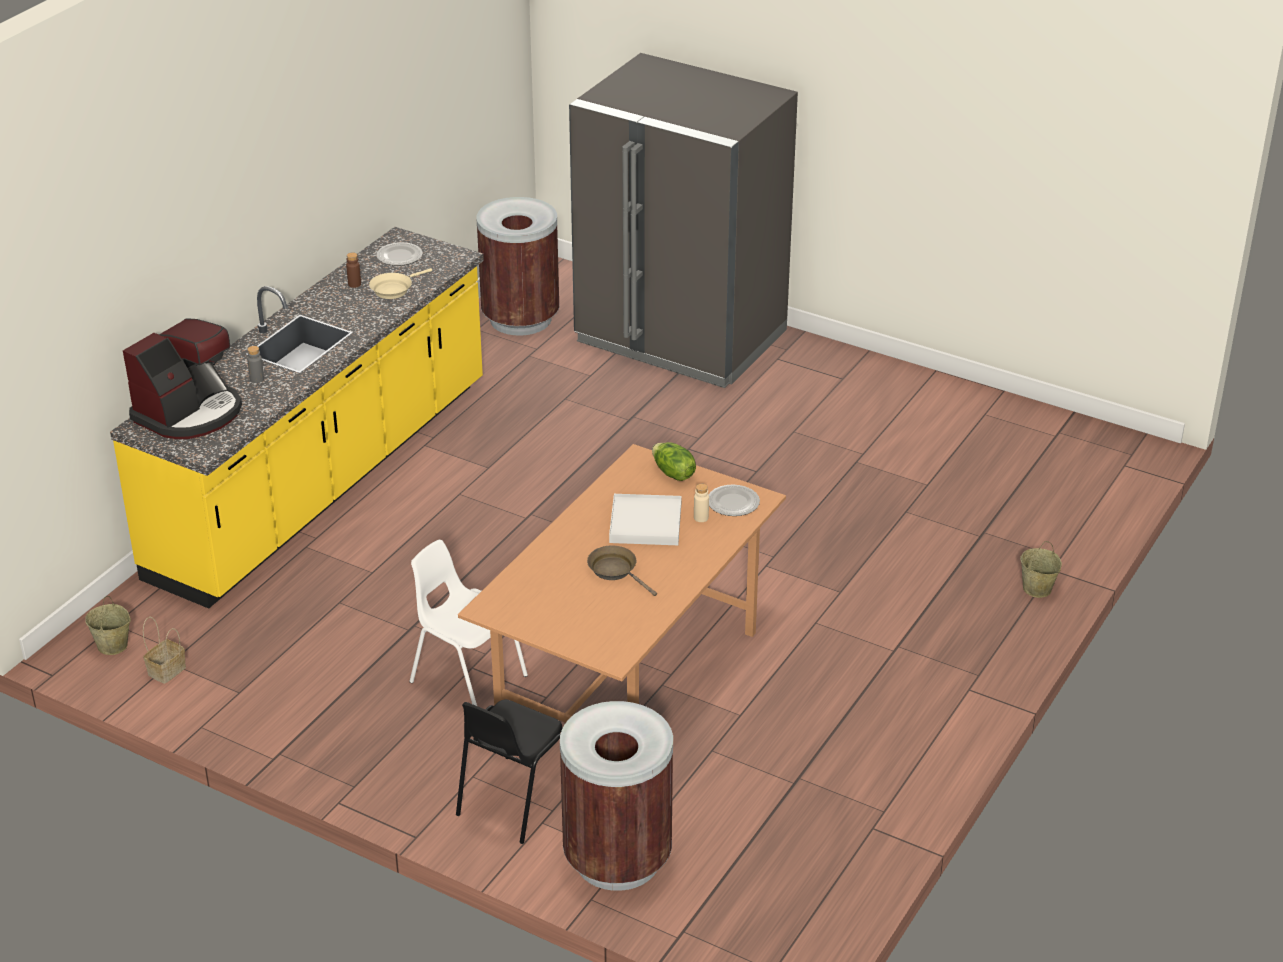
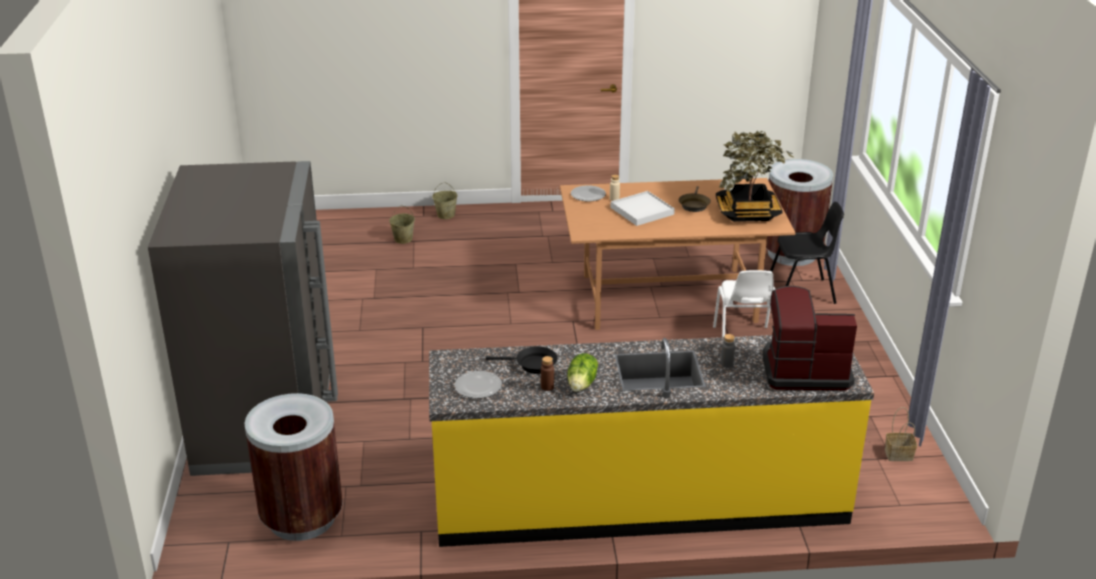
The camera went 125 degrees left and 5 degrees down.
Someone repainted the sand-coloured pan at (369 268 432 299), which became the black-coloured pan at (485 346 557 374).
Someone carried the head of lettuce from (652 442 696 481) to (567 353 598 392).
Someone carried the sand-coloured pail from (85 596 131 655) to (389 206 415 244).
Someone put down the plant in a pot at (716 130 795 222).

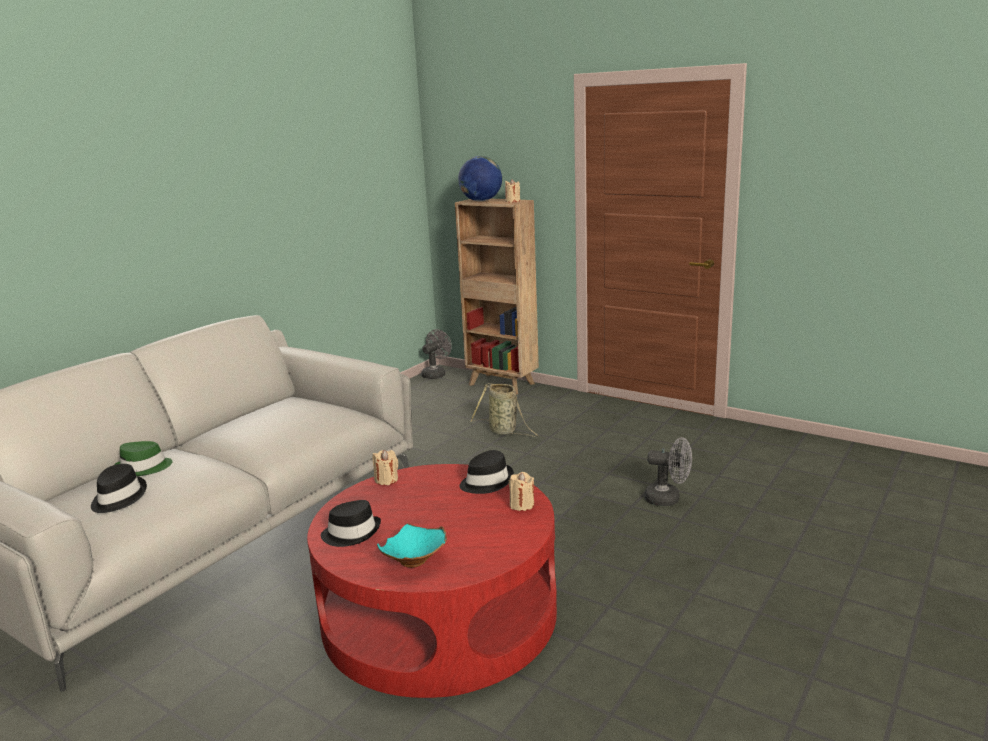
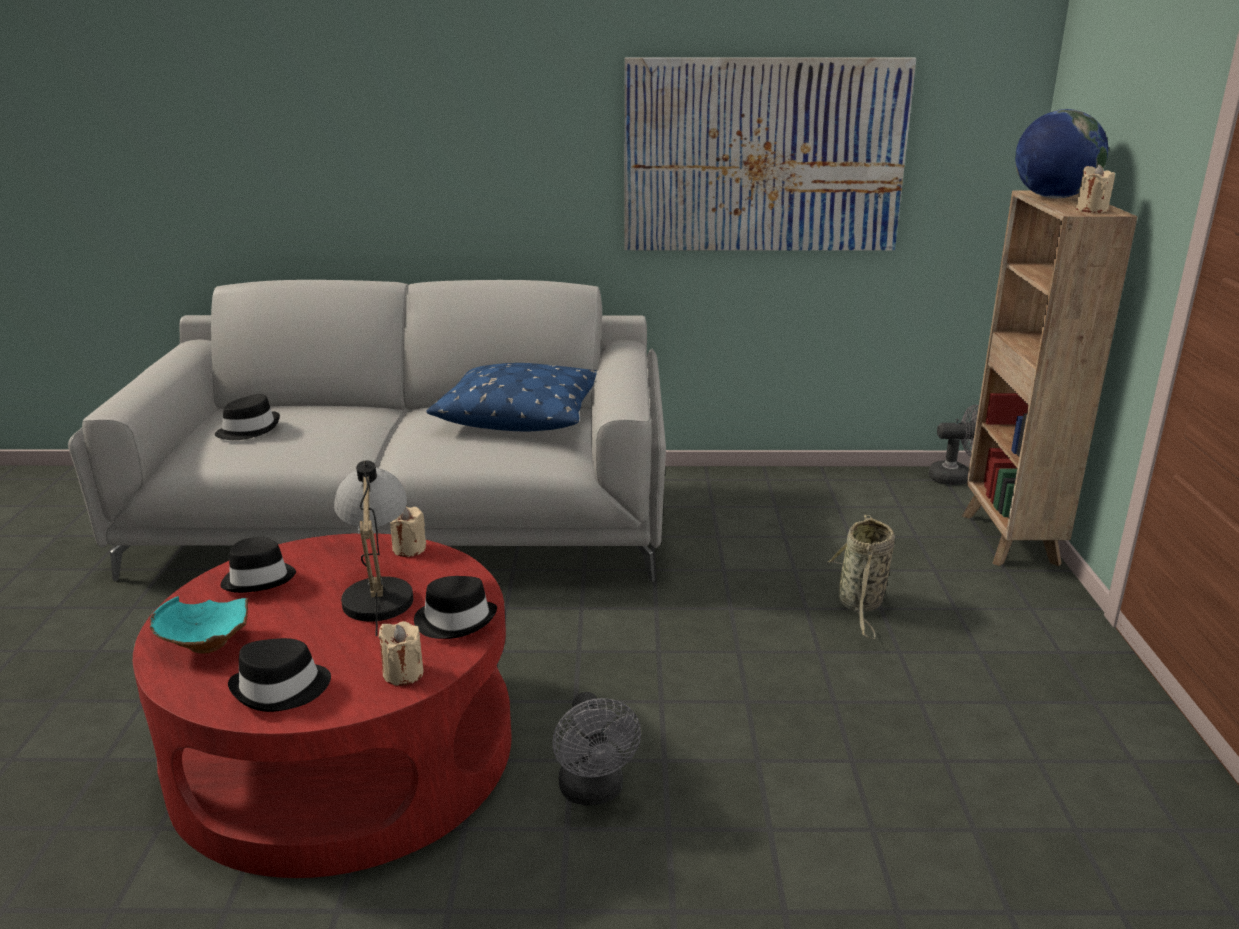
The camera went 55 degrees right and 5 degrees up.
Someone carried the grey cooling fan from (644 437 692 506) to (552 692 641 806).
Someone took away the green hat at (114 441 173 476).
Someone put up the picture at (624 57 916 251).
Someone put down the blue pillow at (427 363 597 431).
Someone put down the lamp for a table at (334 460 413 637).
Someone put down the black-coloured hat at (228 638 331 712).

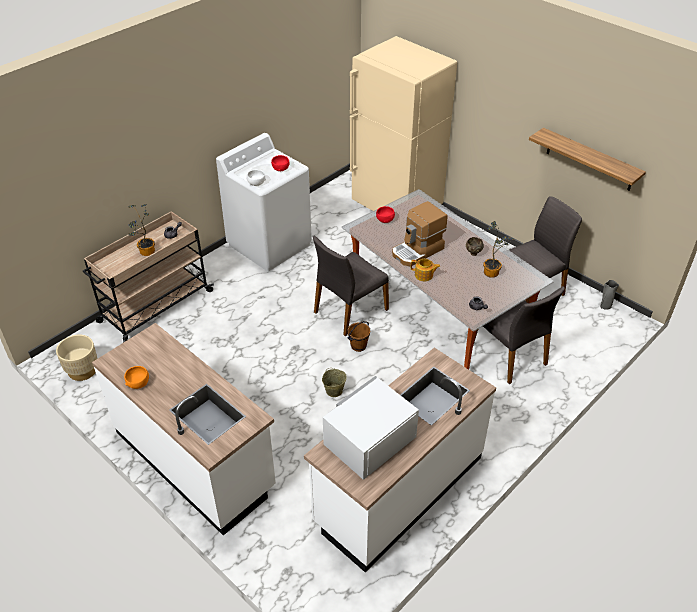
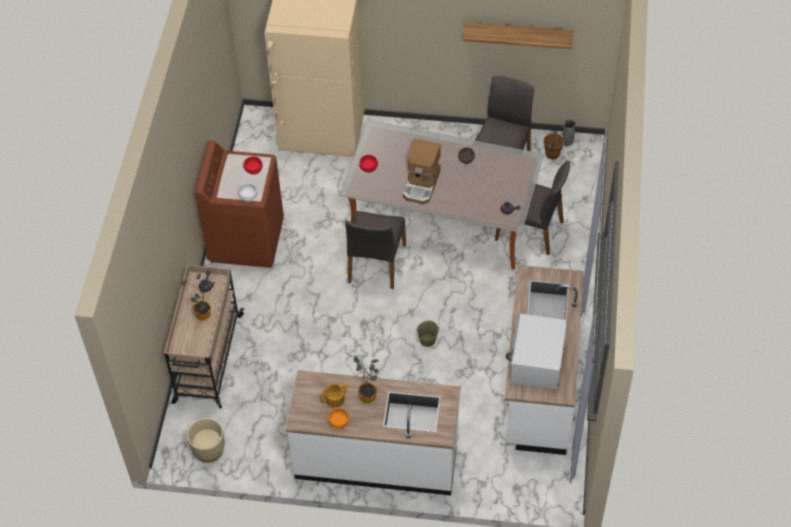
The camera went 35 degrees left and 10 degrees up.
Someone repainted the whitish laundry appliance at (216 133 312 271), which became the brown-coloured laundry appliance at (195 140 284 268).
Someone carried the plant in a pot from (483 221 515 277) to (354 356 379 403).
Someone carried the tea pot from (411 259 440 281) to (320 384 350 408).
Someone carried the brown-coloured pail from (347 321 370 352) to (544 131 564 159).

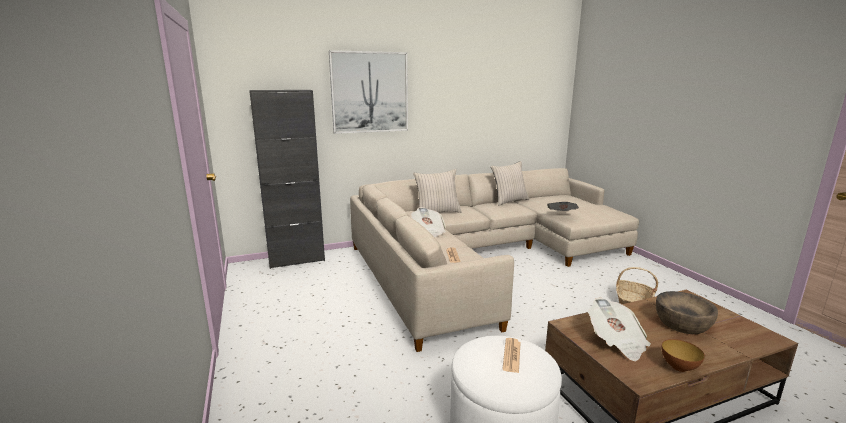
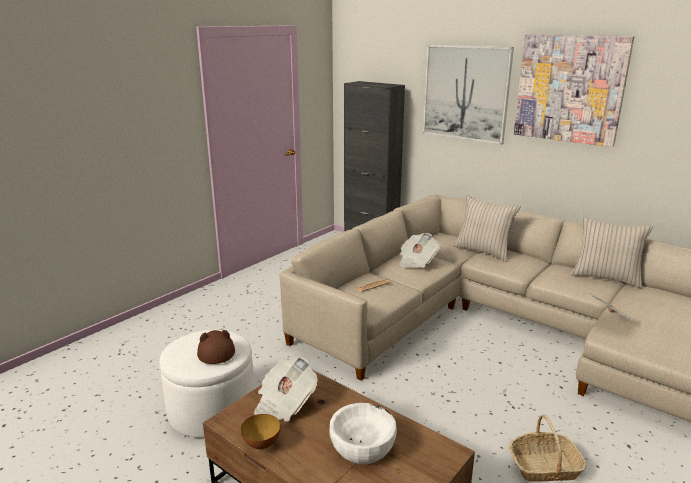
The camera went 60 degrees right and 5 degrees up.
Someone repainted the brown-coloured serving bowl at (656 291 718 334), which became the whitish serving bowl at (329 403 397 464).
Someone swapped the daily paper at (502 338 521 373) for the brown-coloured hat at (197 330 235 364).
Someone put up the picture at (514 34 634 147).

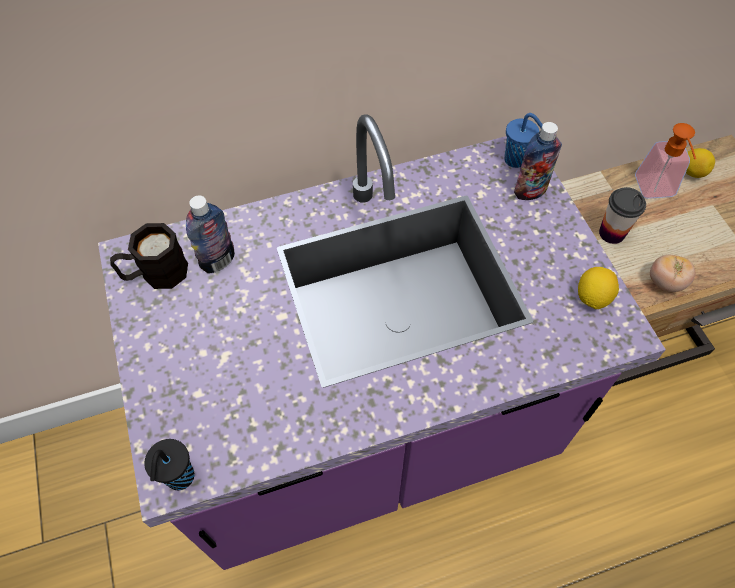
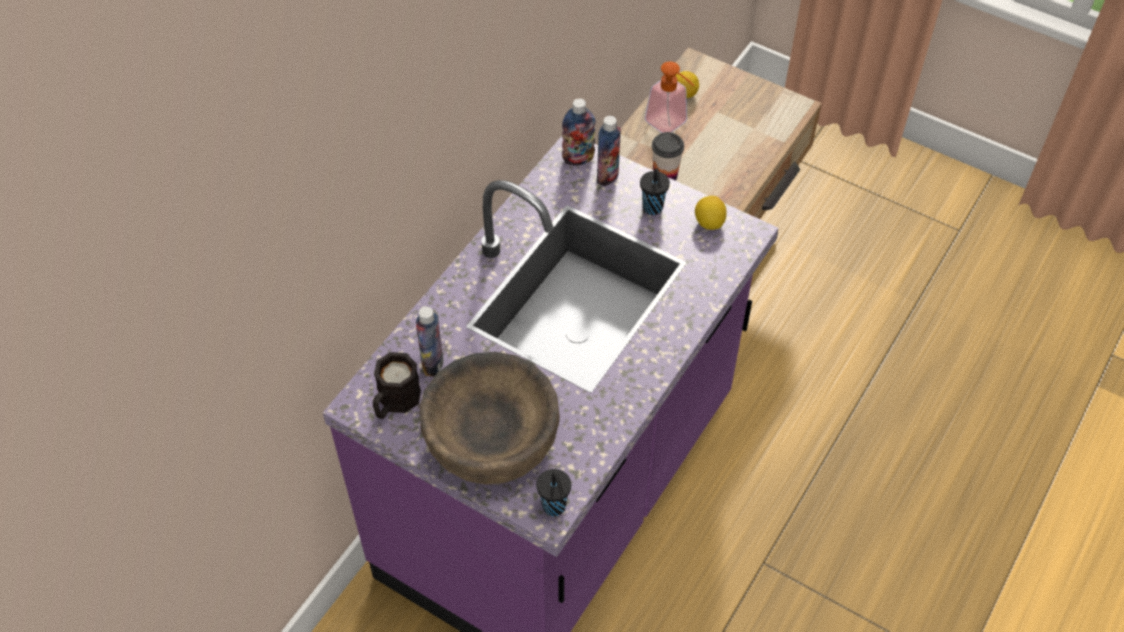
The camera went 40 degrees left and 5 degrees down.
Someone swapped the blue drinking cup at (504 113 543 168) for the beverage bottle at (562 98 596 165).
Someone took away the tomato at (650 255 695 292).
Someone put down the black-coloured drinking cup at (640 168 670 215).
Someone put down the brown-coloured serving bowl at (420 352 560 485).

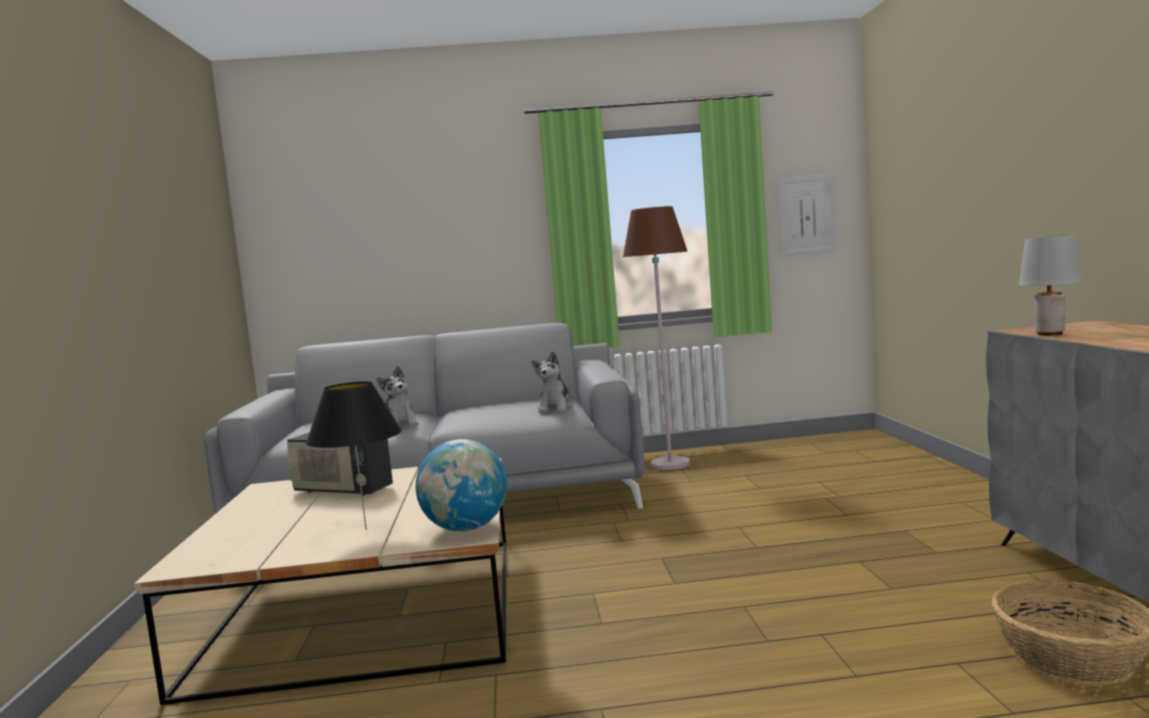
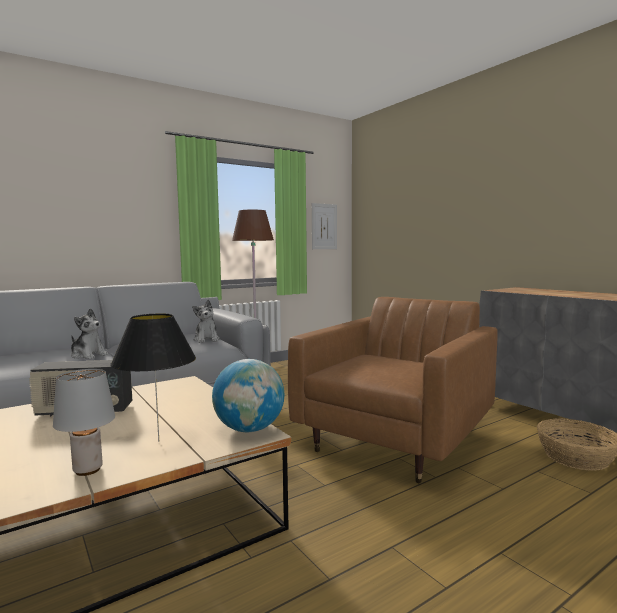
The camera went 30 degrees left and 0 degrees up.
Someone carried the grey lamp for a table from (1019 235 1083 336) to (53 369 115 476).
Someone put down the brown-coloured easy chair at (288 297 497 483).

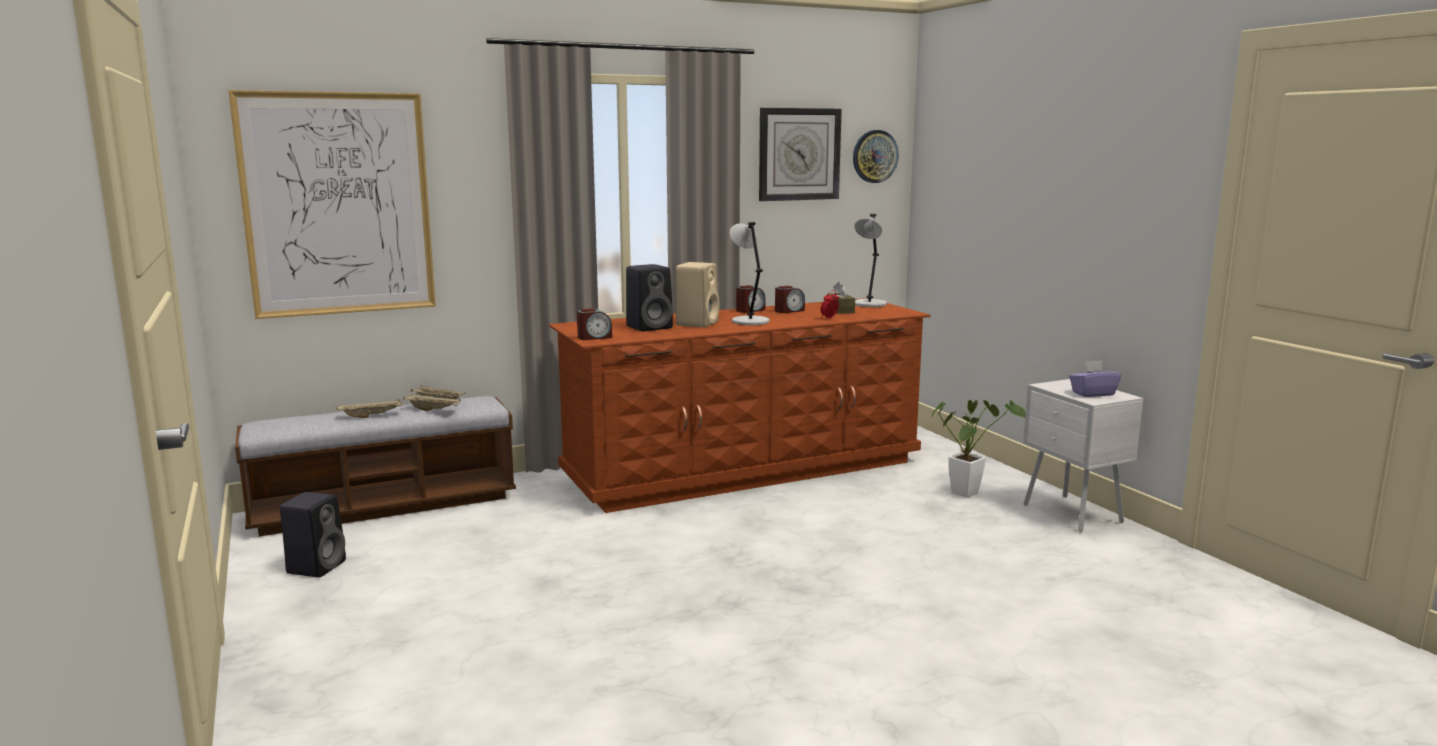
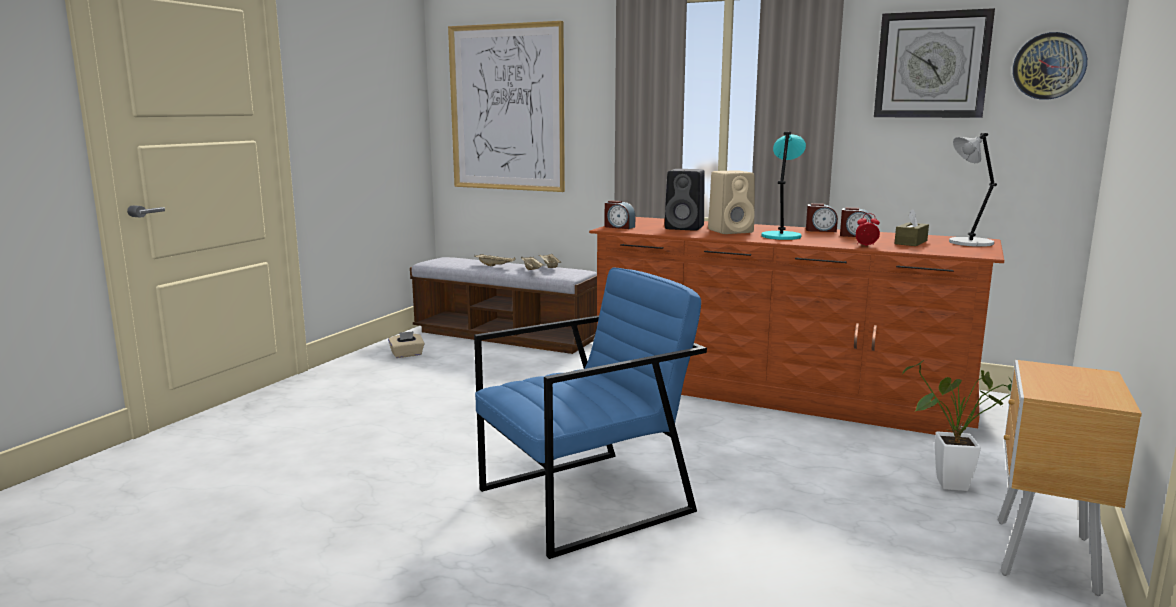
The camera went 50 degrees right and 0 degrees up.
Someone repainted the grey lamp for a table at (730 222 770 325), which became the turquoise-coloured lamp for a table at (762 132 806 240).
Someone took away the purple box of tissues at (1069 360 1121 397).
Someone repainted the whitish bedside table at (1023 379 1143 532), which became the brown-coloured bedside table at (997 360 1142 596).
Someone swapped the black-coloured loudspeaker at (280 492 346 577) for the sand-coloured box of tissues at (388 331 425 358).
Someone put down the blue easy chair at (474 268 707 559).

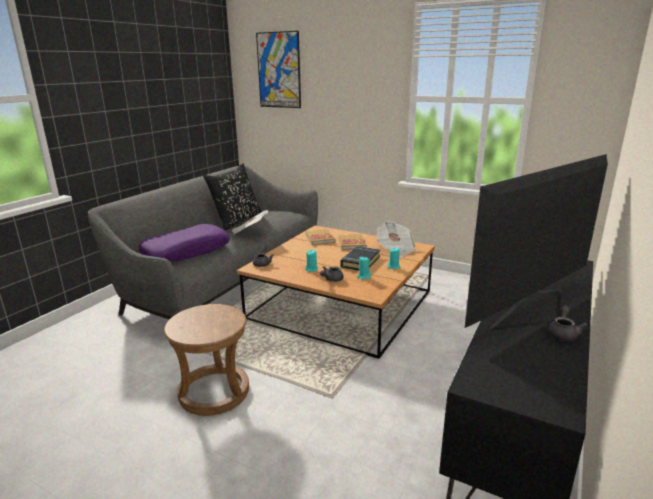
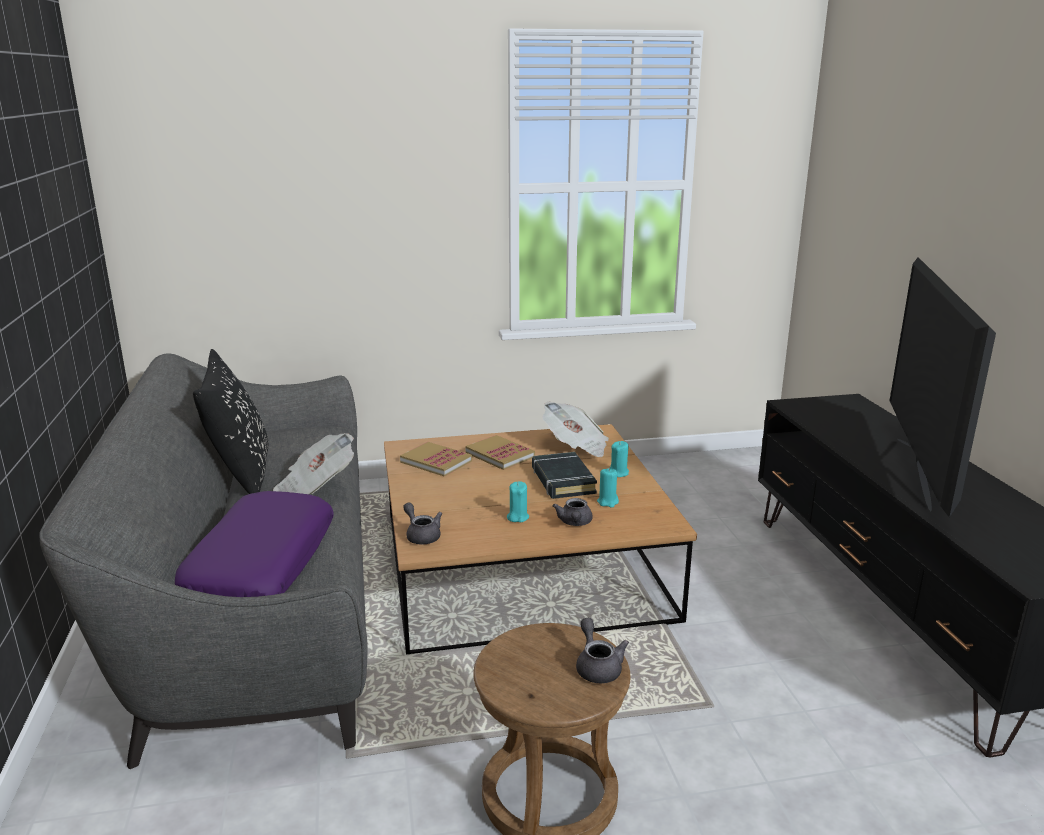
The camera went 40 degrees left and 0 degrees up.
Someone took away the picture at (256 31 301 108).
Someone carried the grey tea pot from (547 305 587 342) to (576 618 629 683).

